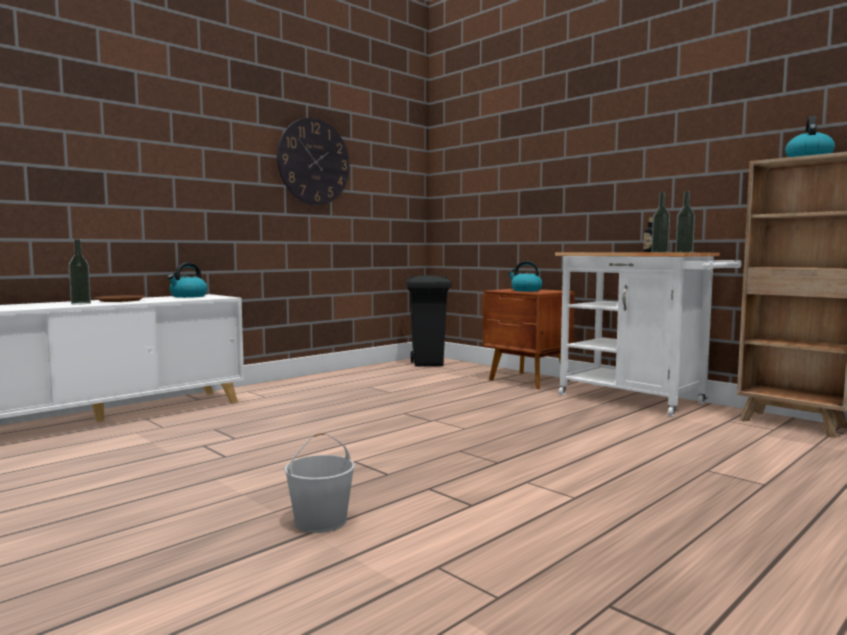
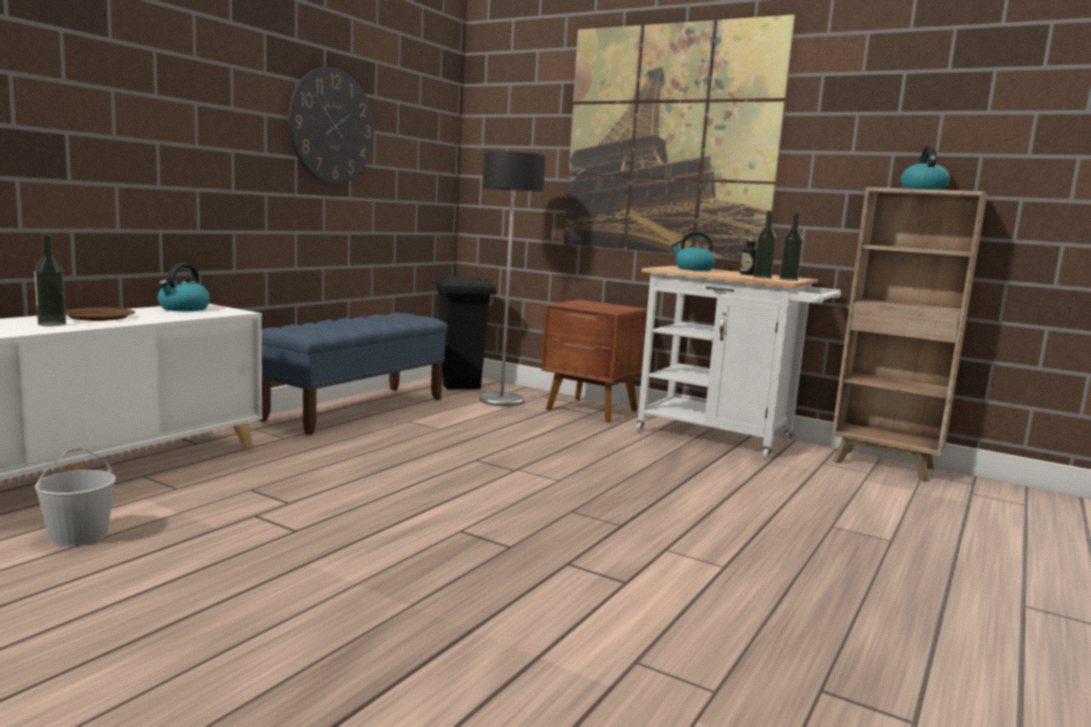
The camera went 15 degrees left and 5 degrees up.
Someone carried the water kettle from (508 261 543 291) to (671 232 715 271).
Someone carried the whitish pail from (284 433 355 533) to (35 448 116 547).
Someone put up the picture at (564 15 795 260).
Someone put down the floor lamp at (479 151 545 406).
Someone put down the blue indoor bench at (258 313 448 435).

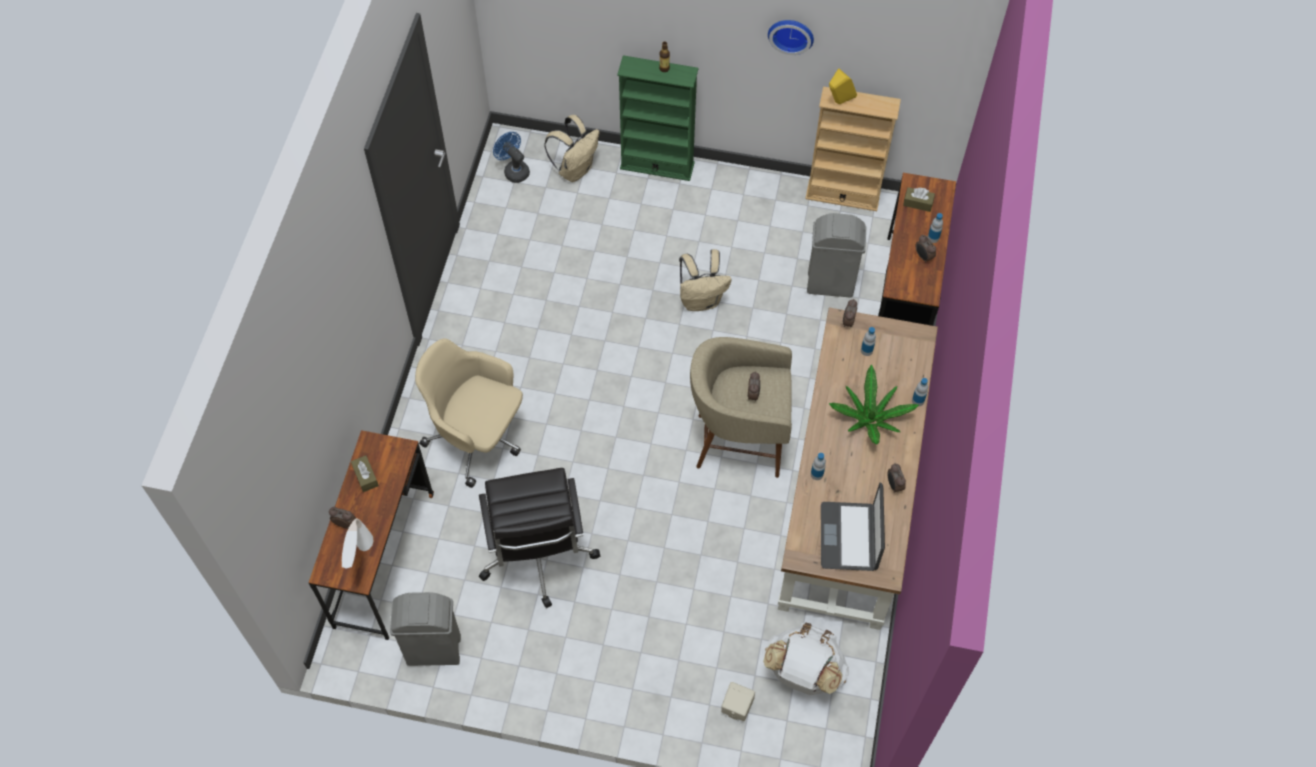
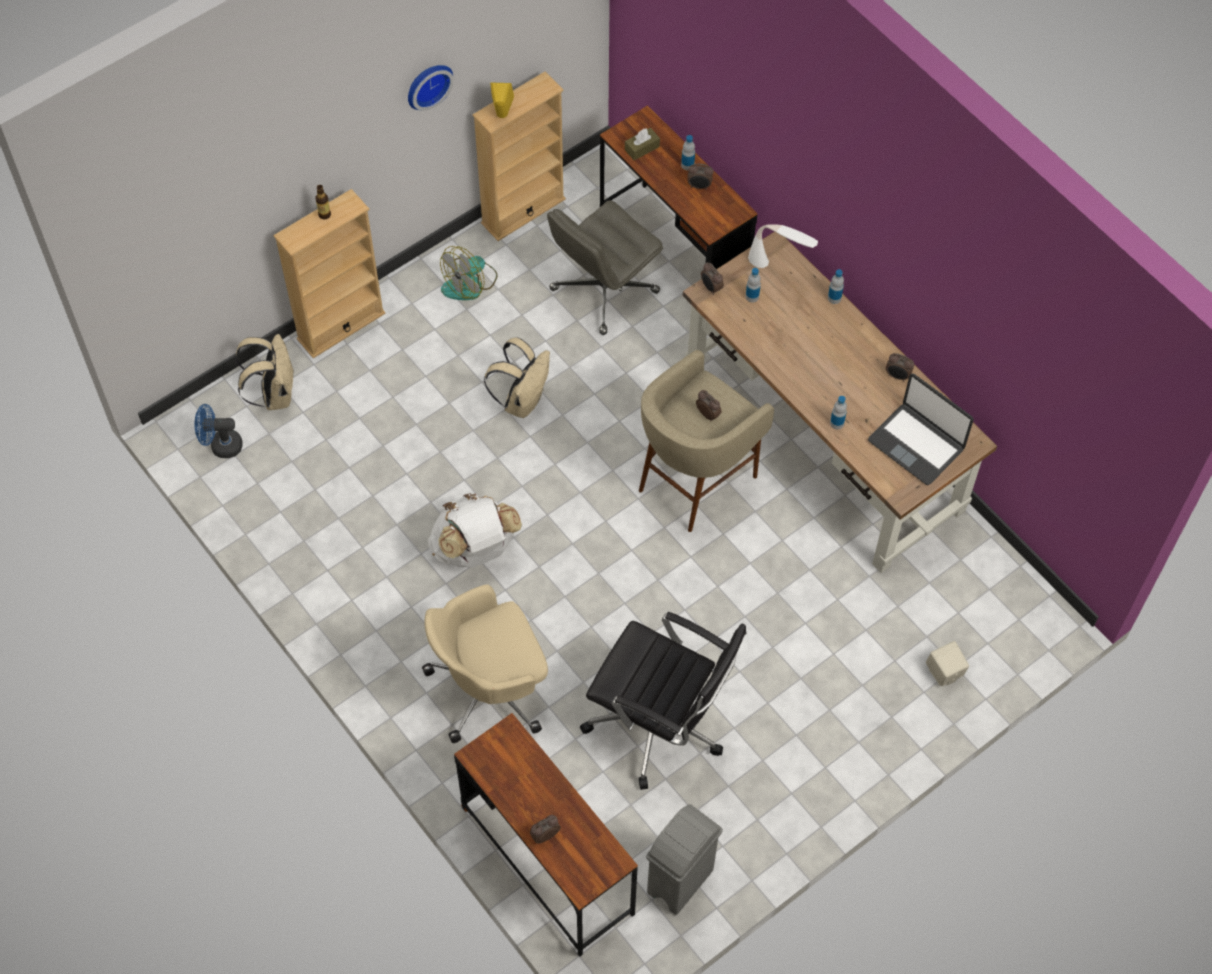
The camera went 50 degrees left and 0 degrees up.
Someone repainted the green bookcase at (617 55 699 181), which became the sand-coloured bookcase at (273 189 386 358).
Someone swapped the grey trash can at (807 213 866 298) for the grey office chair at (547 200 663 335).
Someone took away the plant in a pot at (829 364 919 445).
Someone took away the brown-coloured box of tissues at (351 455 379 492).
Someone carried the whitish lamp for a table from (342 518 374 569) to (748 224 818 268).
Someone carried the whitish backpack from (763 623 849 695) to (428 493 522 568).
Someone put down the cooling fan at (440 246 498 300).

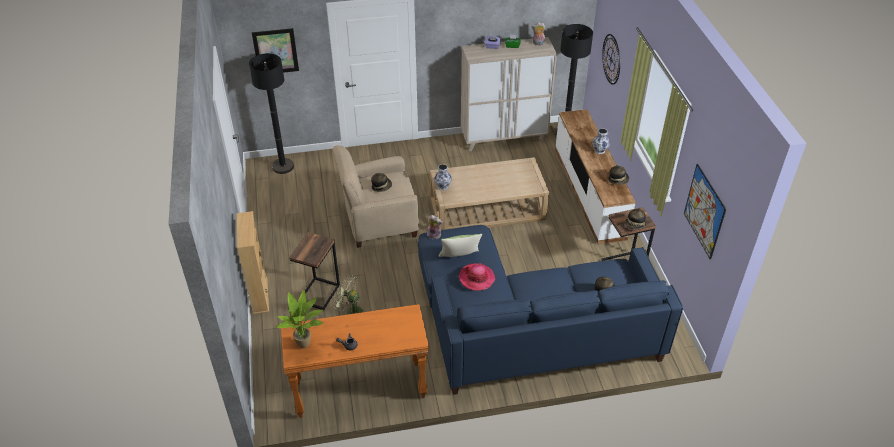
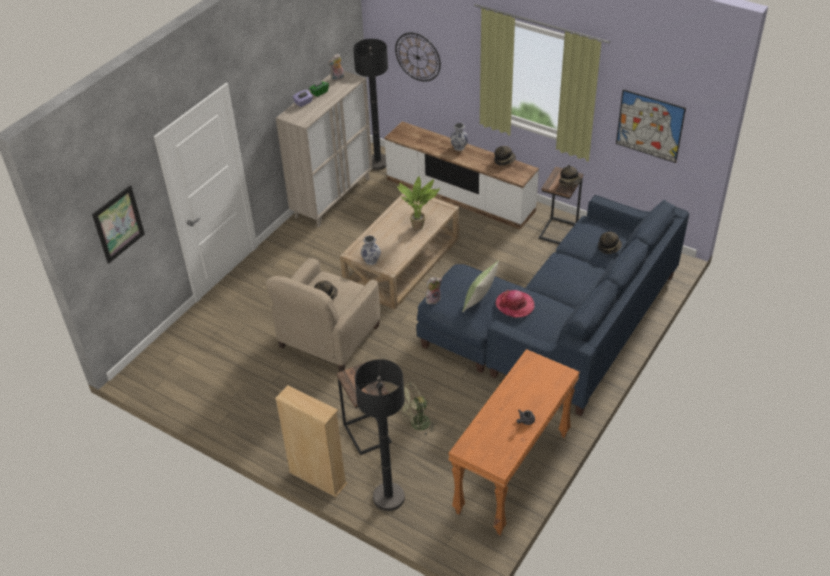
The camera went 45 degrees left and 0 degrees up.
Someone carried the black-coloured floor lamp from (249 53 294 174) to (355 359 405 511).
Someone carried the plant in a pot from (275 290 323 348) to (397 176 440 230).

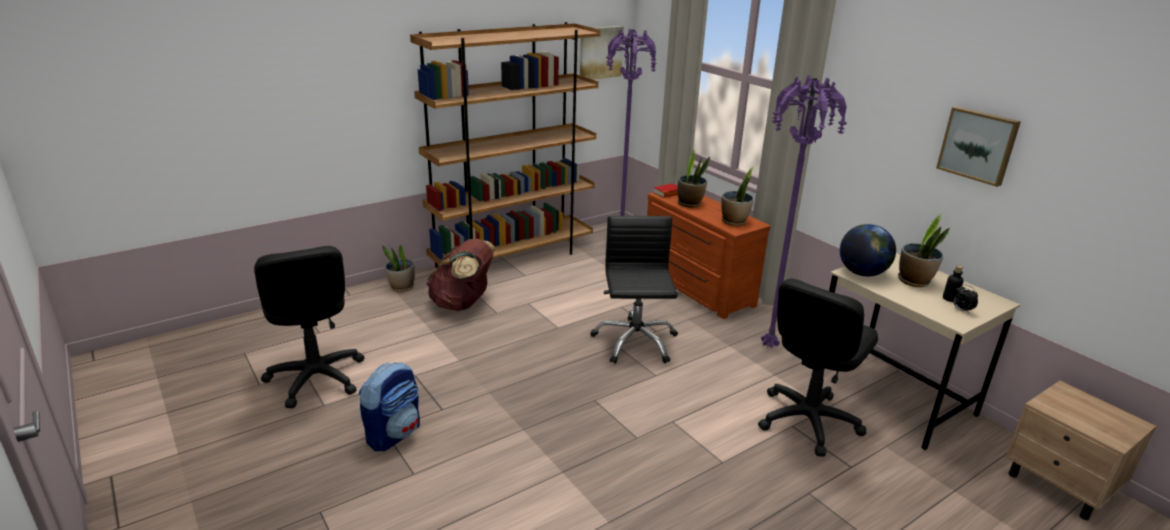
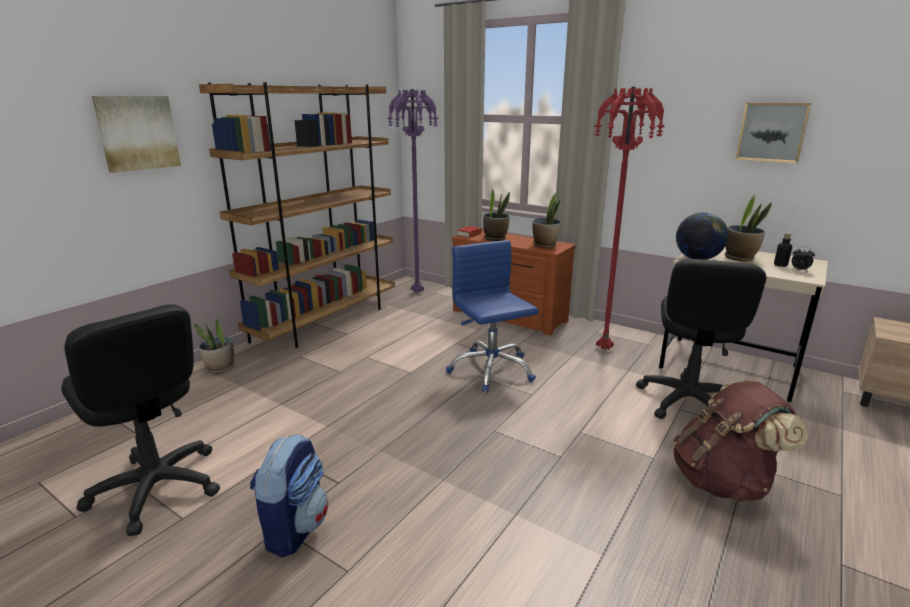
The camera went 20 degrees left and 5 degrees down.
Someone carried the picture from (580 26 624 80) to (92 96 181 173).
Someone repainted the purple floor lamp at (761 76 847 348), which became the red floor lamp at (594 87 664 350).
Someone repainted the black-coloured office chair at (590 216 678 364), which became the blue office chair at (446 240 539 393).
Someone carried the brown-coloured backpack from (426 239 496 311) to (673 381 808 501).

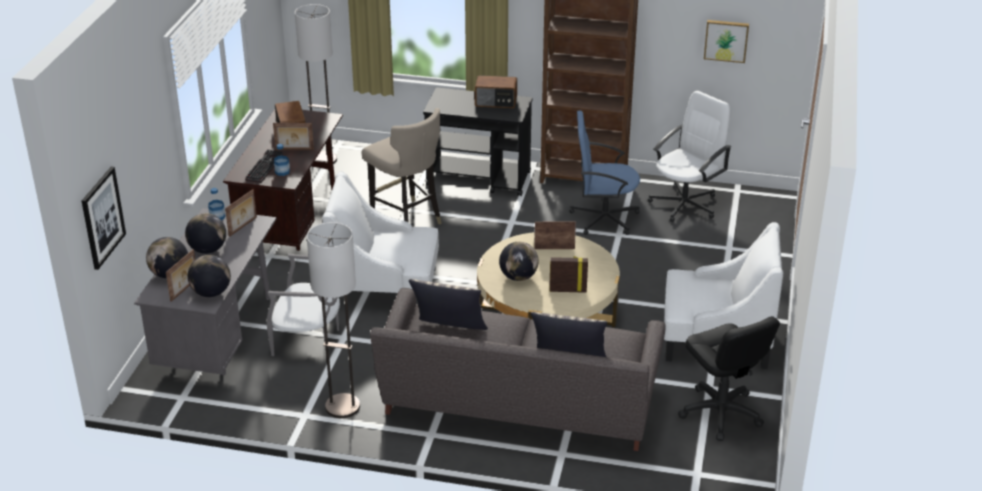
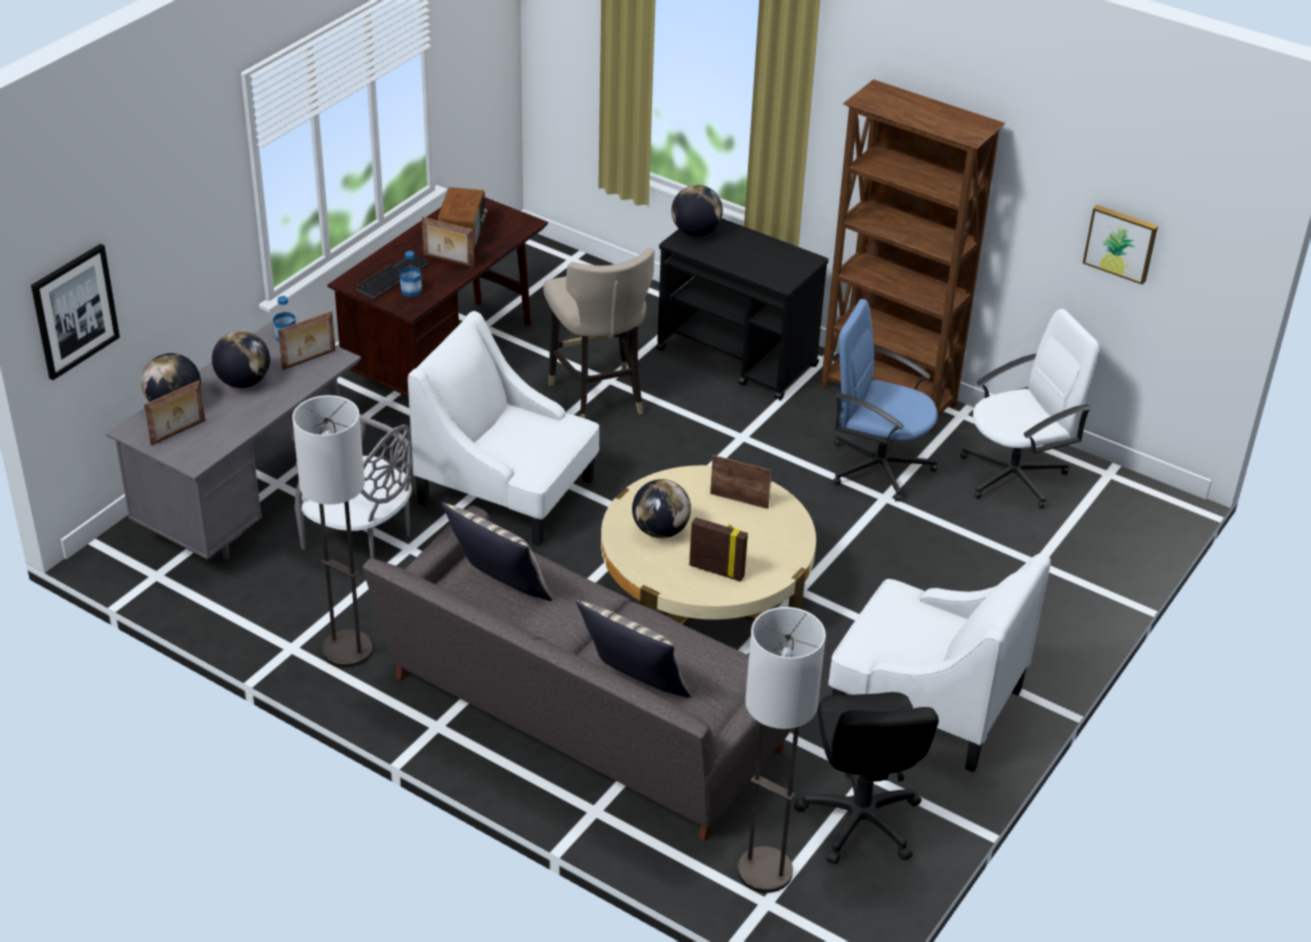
The camera went 20 degrees right and 5 degrees up.
Someone carried the floor lamp from (295 4 337 164) to (737 607 826 893).
Someone took away the radio set at (475 75 517 108).
Someone carried the desk globe from (188 255 231 297) to (671 185 723 236).

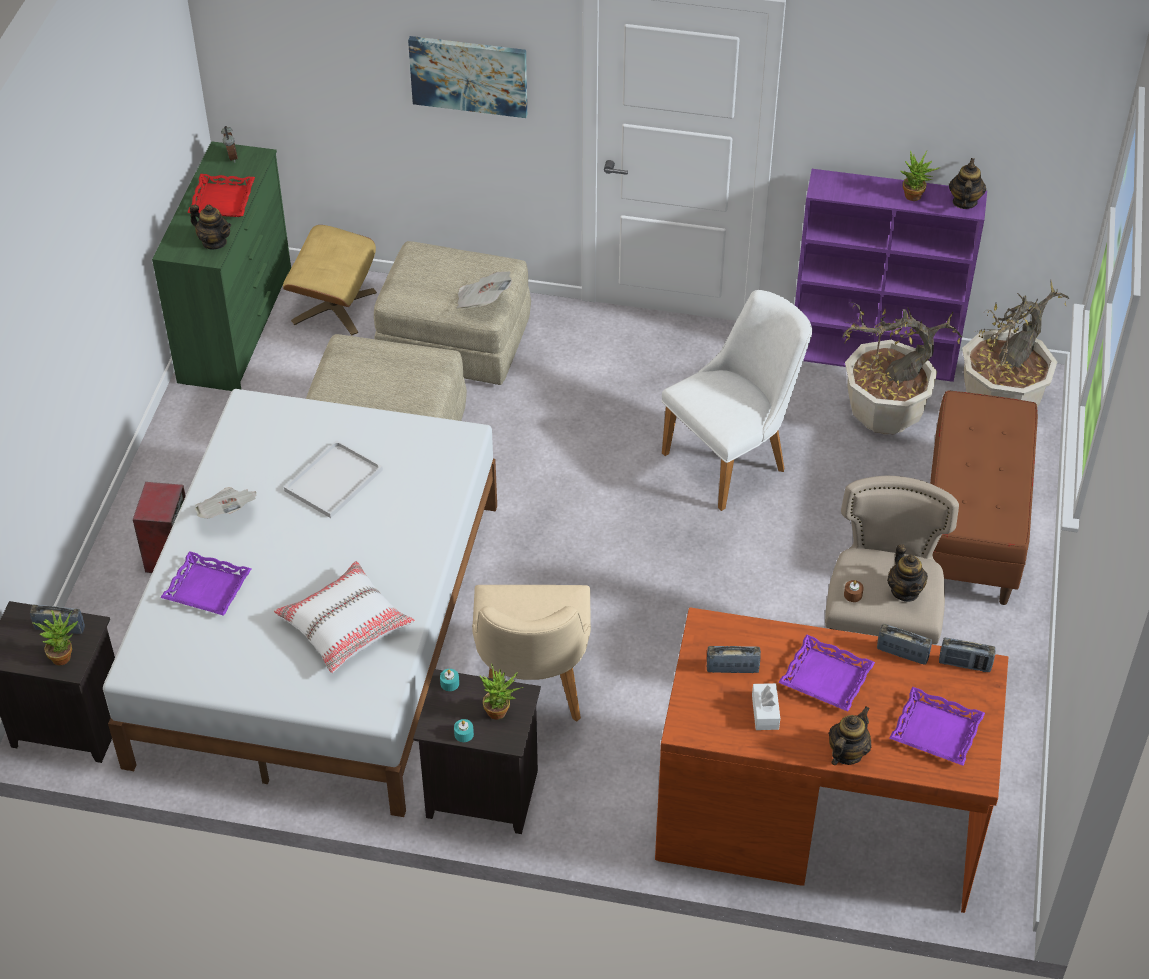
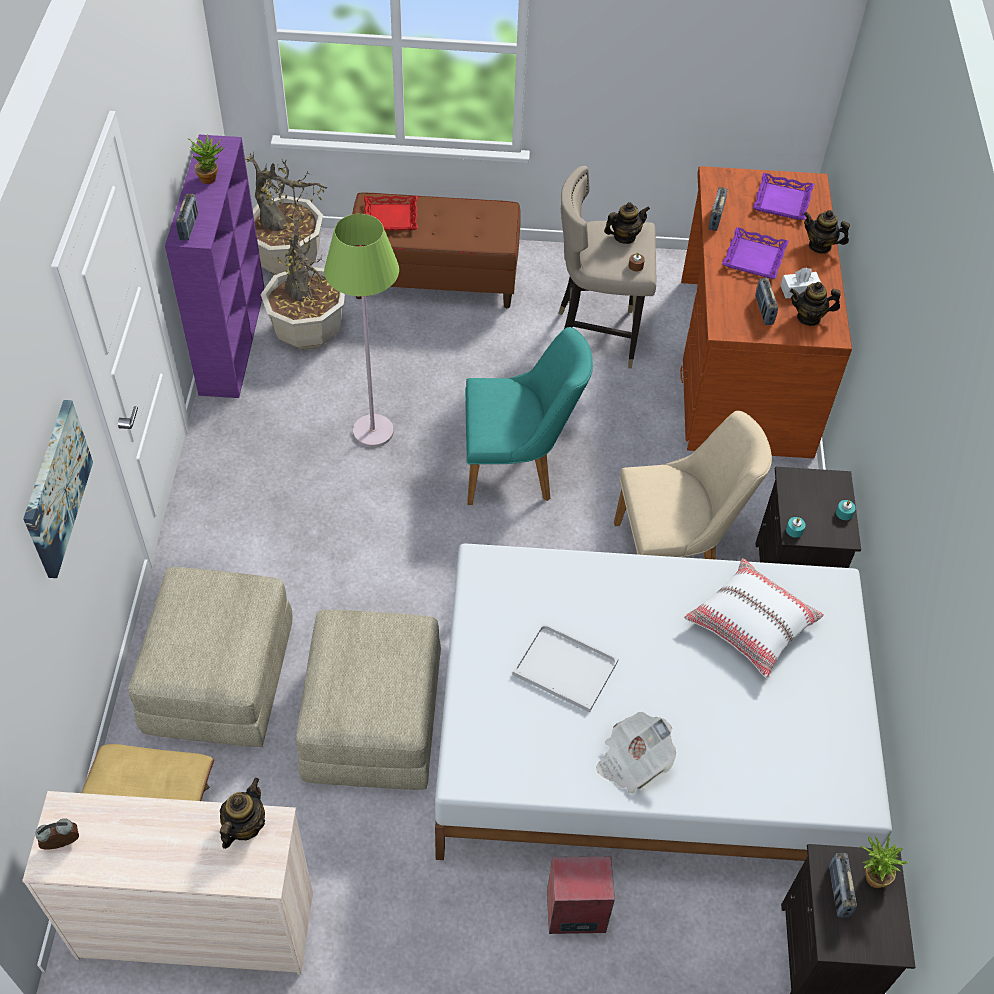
The camera went 100 degrees left and 5 degrees up.
Someone repainted the green dresser at (152 141 291 391), which became the sand-coloured dresser at (22 791 313 975).
Someone carried the tea pot from (949 158 986 209) to (790 282 840 326).
Someone carried the red serving tray from (187 174 255 217) to (364 196 418 231).
Someone took away the daily paper at (456 271 512 309).
Someone swapped the whitish upright chair at (662 290 812 511) for the green floor lamp at (324 214 399 447).
Someone took away the purple serving tray at (160 551 252 616).
Someone carried the radio set from (939 638 996 672) to (176 194 198 240).
Someone took away the plant in a pot at (480 663 523 720).
Someone put down the turquoise-coloured upright chair at (465 327 593 505).

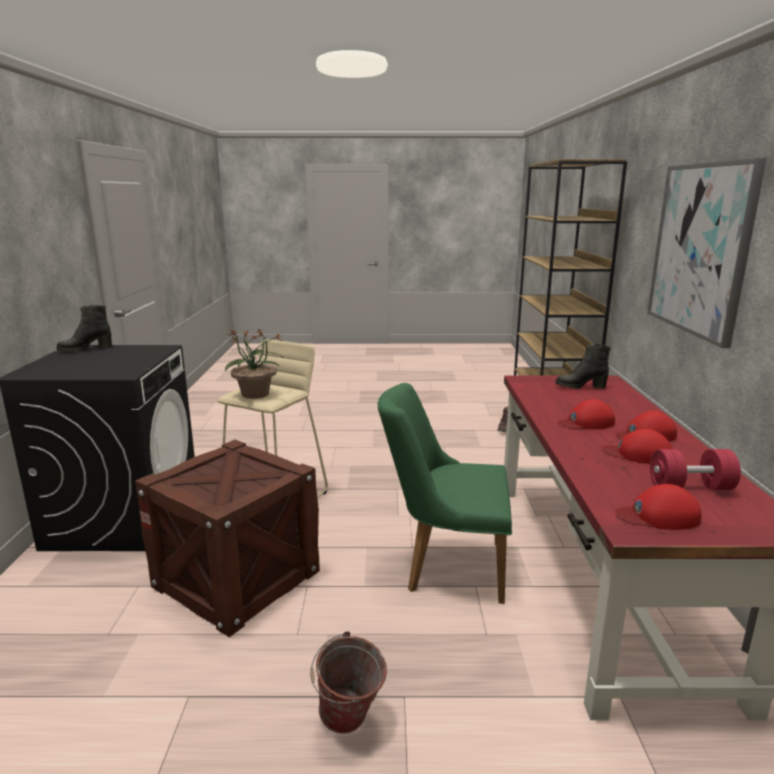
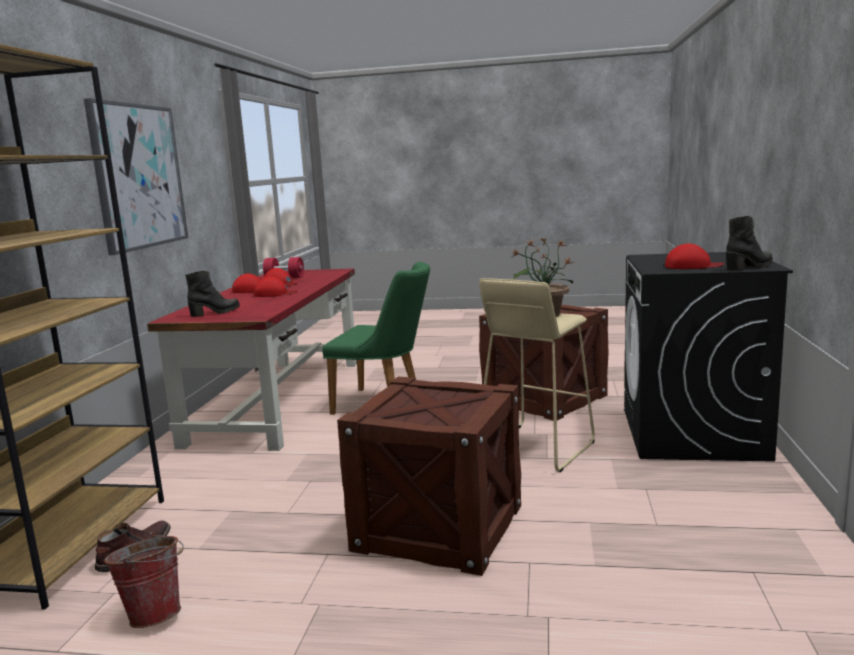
The camera went 170 degrees left and 5 degrees down.
Someone rotated the black-coloured tall boot at (555 344 611 389) by 45 degrees counterclockwise.
Someone carried the red peaked cap from (615 484 701 530) to (665 244 724 269).
Someone carried the pail from (310 631 387 734) to (104 533 184 628).
Someone put down the crate at (337 377 521 576).

